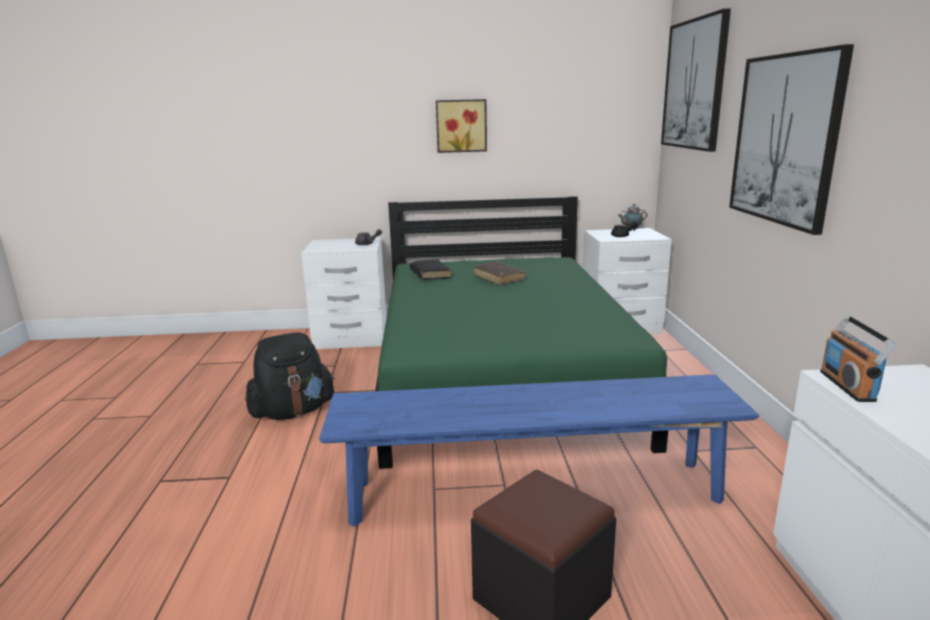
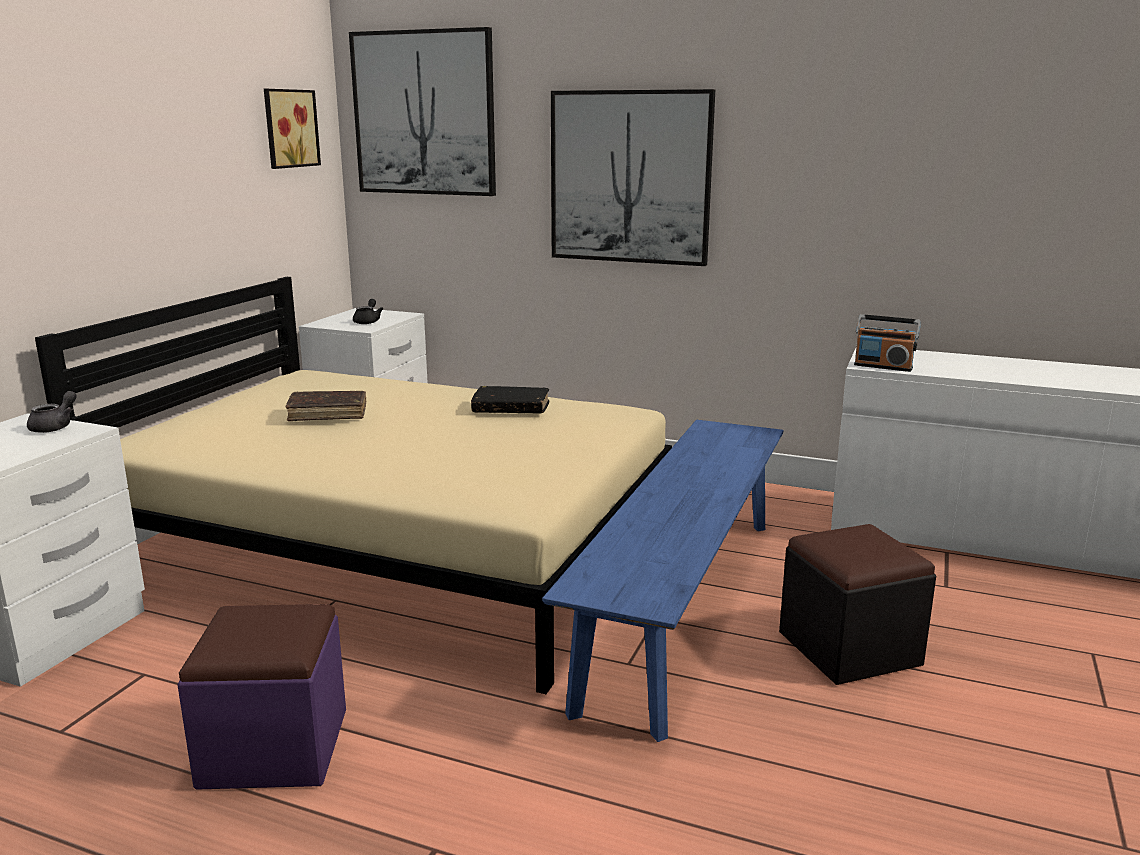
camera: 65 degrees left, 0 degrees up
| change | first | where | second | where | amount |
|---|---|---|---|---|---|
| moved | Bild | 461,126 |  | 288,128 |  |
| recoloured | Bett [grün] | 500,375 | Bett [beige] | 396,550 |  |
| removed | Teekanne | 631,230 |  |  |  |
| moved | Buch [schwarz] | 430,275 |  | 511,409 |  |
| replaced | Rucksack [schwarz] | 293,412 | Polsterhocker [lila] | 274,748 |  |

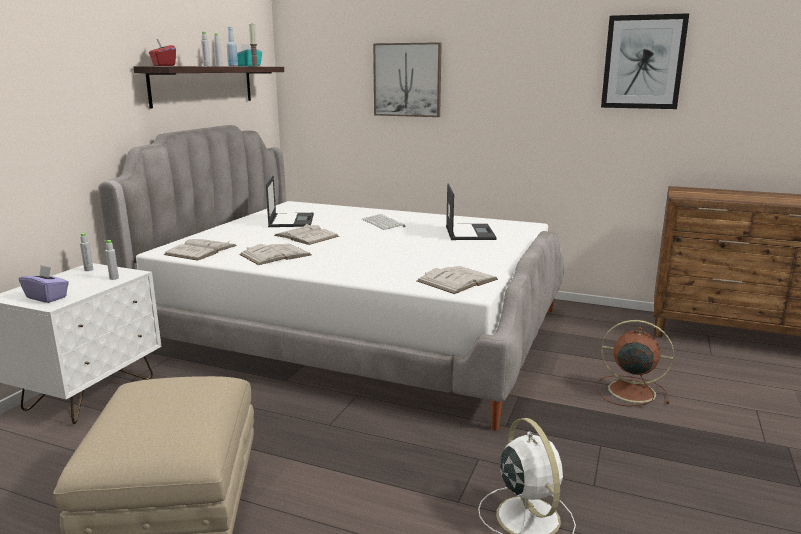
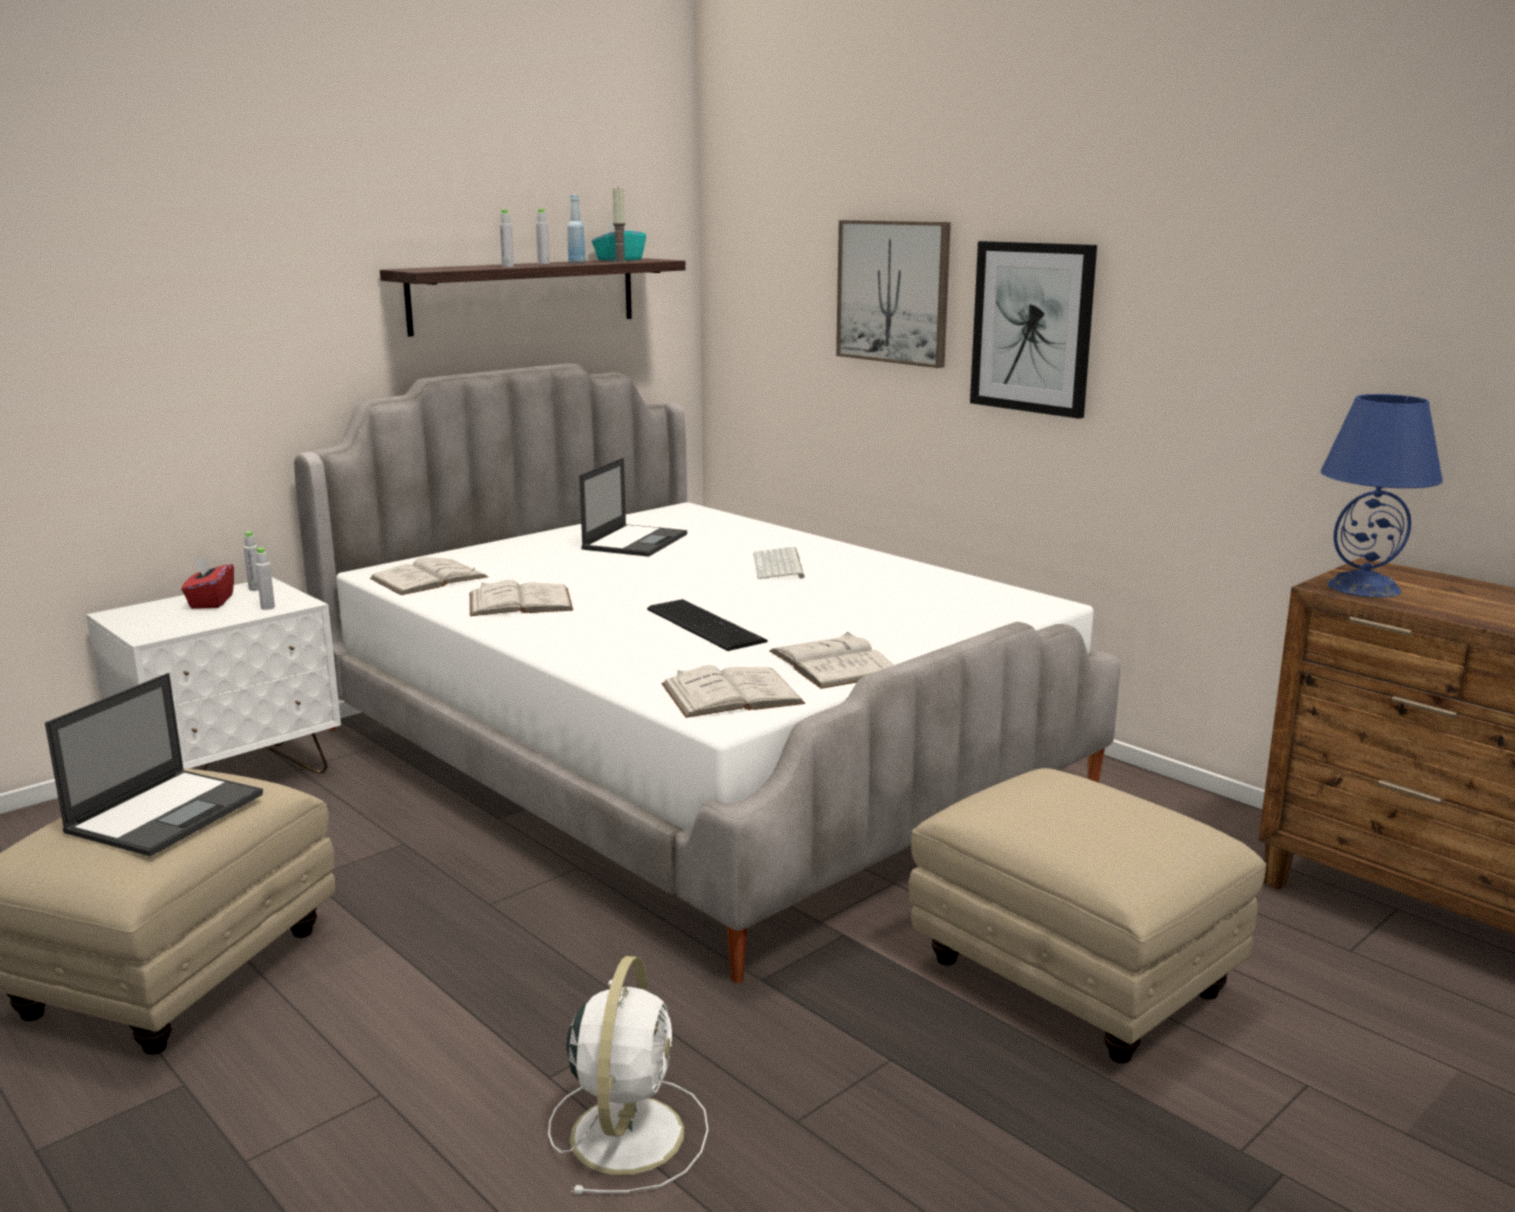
camera: 25 degrees right, 0 degrees up
| change | first | where | second | where | amount |
|---|---|---|---|---|---|
| moved | Bild | 643,62 |  | 1032,328 |  |
| moved | Taschentuchbox [rot] | 163,65 |  | 211,602 |  |
| moved | Laptop | 469,232 |  | 167,812 |  |
| moved | Buch [weiß] | 306,236 |  | 833,663 |  |
| removed | Taschentuchbox [lila] | 47,297 |  |  |  |
| replaced | Ventilator [braun] | 629,391 | Polsterhocker [beige] | 1070,978 |  |
| added |  |  | Tischlampe [blau] | 1363,587 |  |
| added |  |  | Tastatur | 706,624 |  |

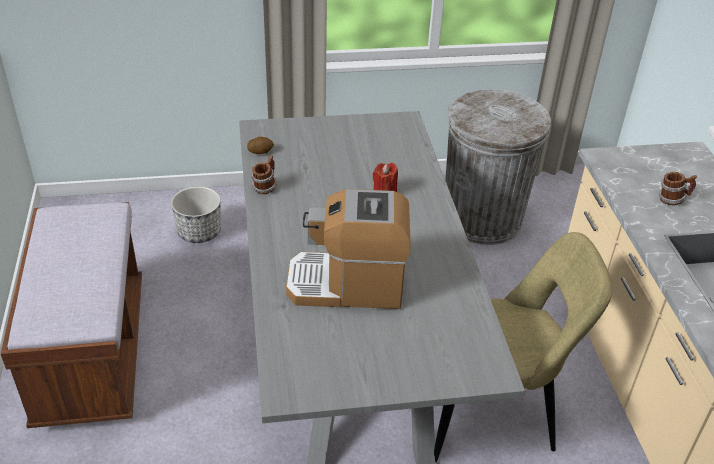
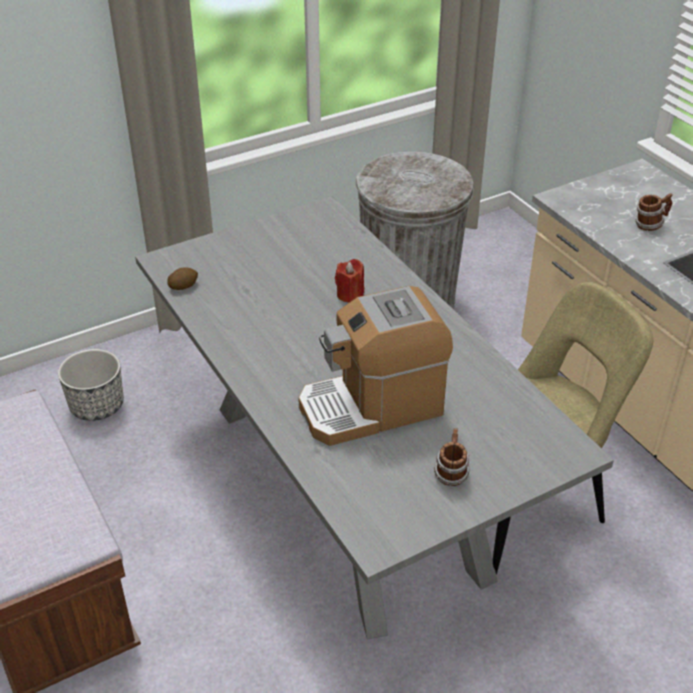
camera: 20 degrees left, 0 degrees up
| change | first | where | second | where | amount |
|---|---|---|---|---|---|
| moved | Henkelbecher | 265,187 |  | 450,473 |  |

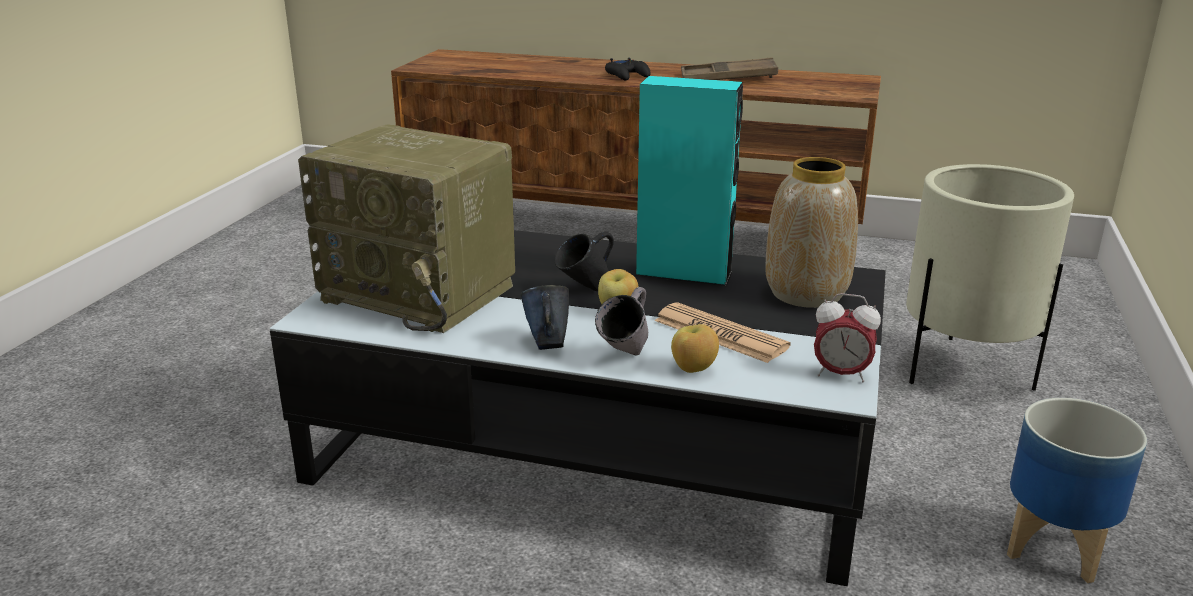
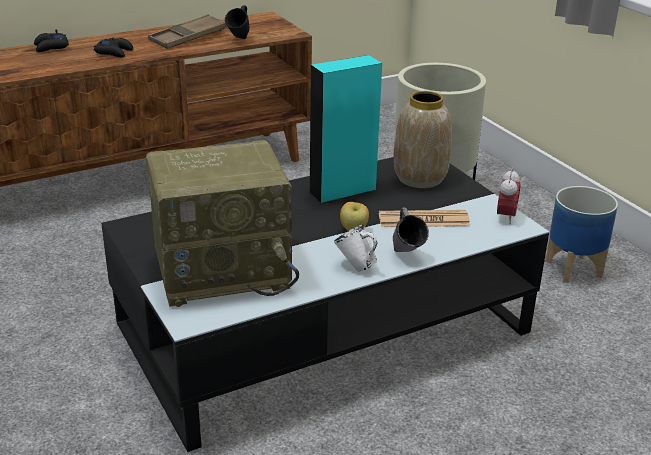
camera: 45 degrees left, 5 degrees up
| change | first | where | second | where | amount |
|---|---|---|---|---|---|
| moved | Henkelbecher [schwarz] | 585,290 |  | 239,40 |  |
| recoloured | Henkelbecher [blau] | 547,344 | Henkelbecher [weiß] | 356,267 |  |
| turned | Wecker | 841,374 |  | 505,217 | 45 degrees counterclockwise |
| removed | Apfel | 693,369 |  |  |  |
| added |  |  | Gamepad [schwarz] | 51,47 |  |

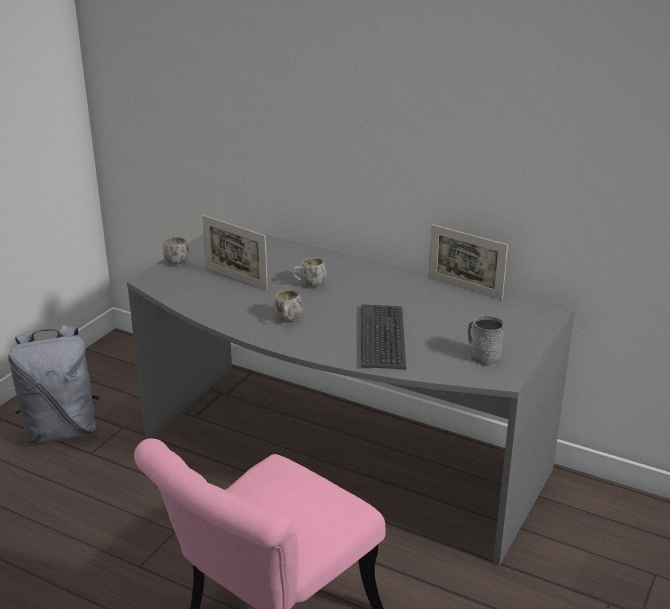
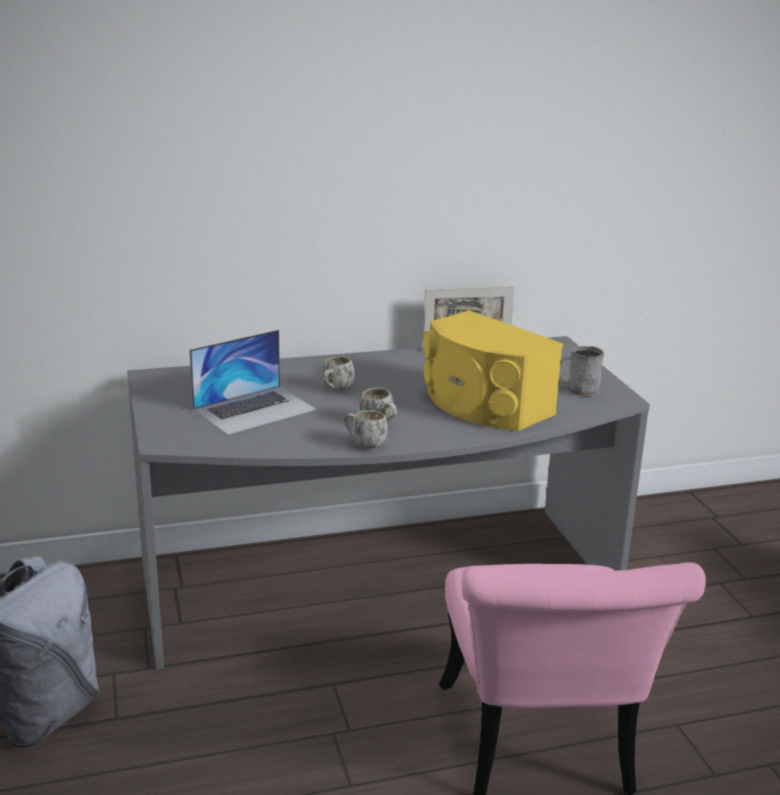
camera: 45 degrees left, 5 degrees down
| change | first | where | second | where | amount |
|---|---|---|---|---|---|
| replaced | Bilderrahmen | 236,278 | Laptop | 254,409 |  |
| moved | Henkelbecher [weiß] | 176,260 |  | 364,444 |  |
| replaced | Tastatur | 383,337 | Lautsprecher [gelb] | 483,405 |  |

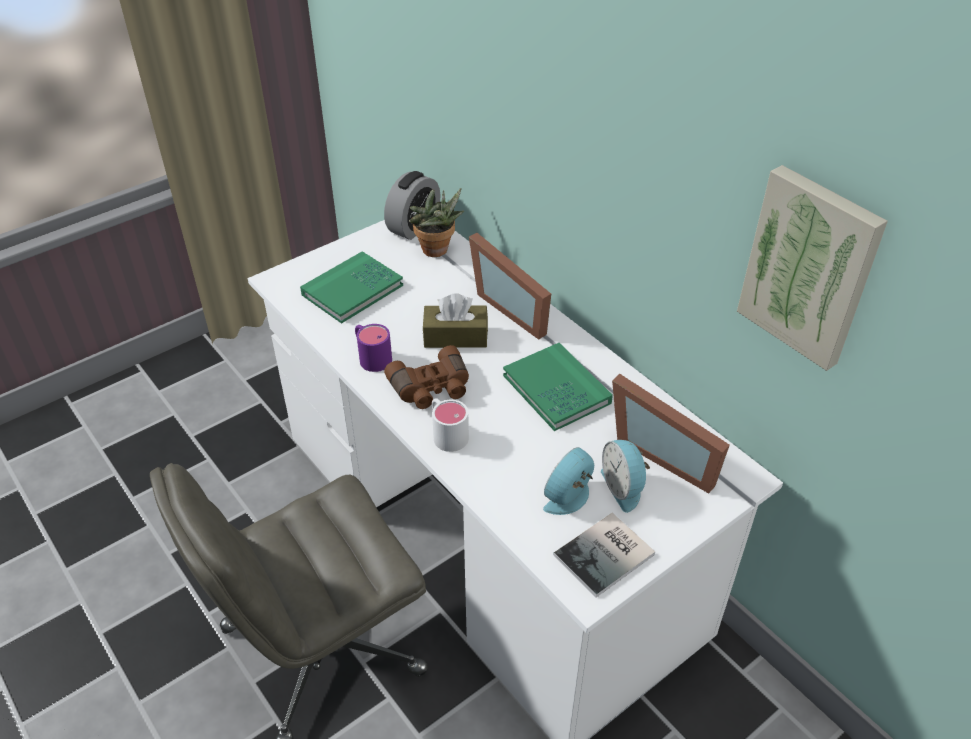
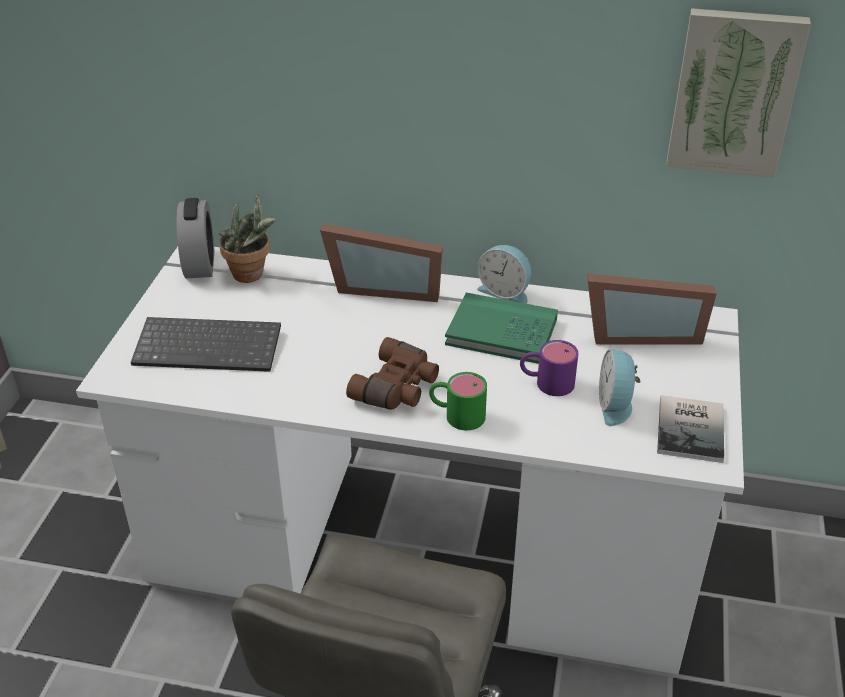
camera: 40 degrees left, 5 degrees down
| change | first | where | second | where | amount |
|---|---|---|---|---|---|
| replaced | Buch [grün] | 352,290 | Tastatur | 210,346 |  |
| removed | Taschentuchbox [braun] | 455,336 |  |  |  |
| moved | Henkelbecher [lila] | 371,356 |  | 546,382 |  |
| recoloured | Henkelbecher [weiß] | 446,433 | Henkelbecher [grün] | 456,414 |  |
| moved | Wecker | 623,487 |  | 505,292 |  |

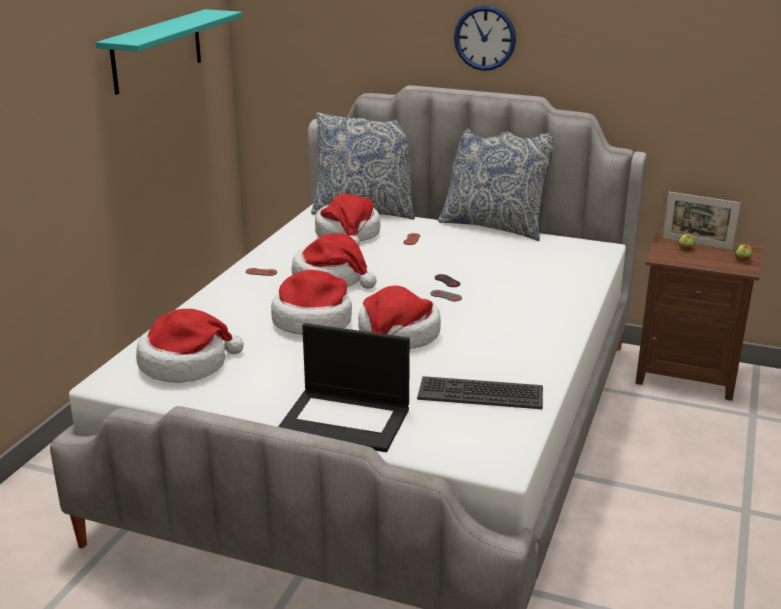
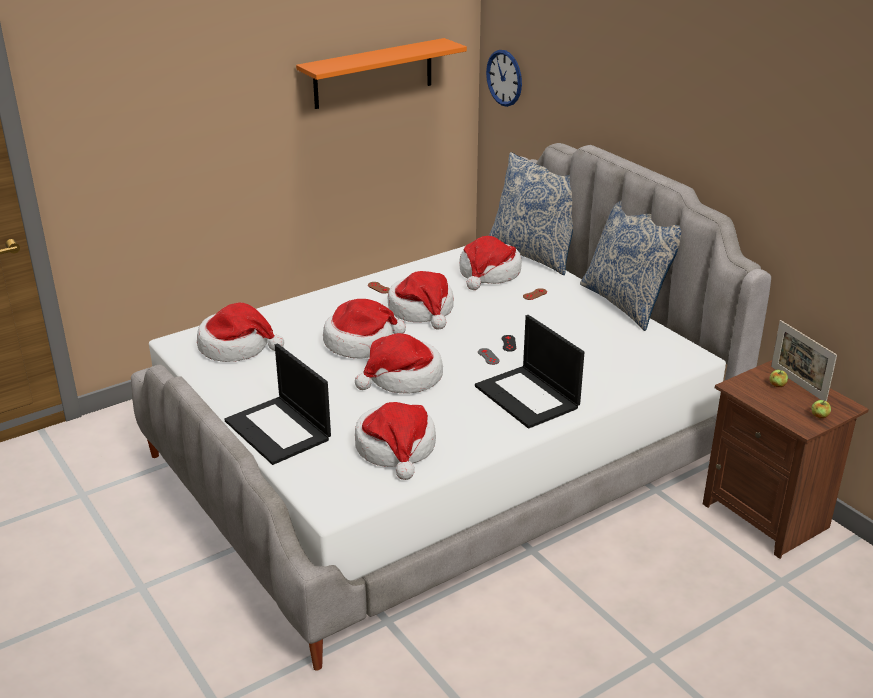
camera: 35 degrees right, 5 degrees up
| change | first | where | second | where | amount |
|---|---|---|---|---|---|
| moved | Wanduhr | 485,38 |  | 504,78 |  |
| recoloured | Wandregal [türkis] | 157,51 | Wandregal [orange] | 373,73 |  |
| replaced | Tastatur | 480,393 | Hut | 396,448 |  |
| added |  |  | Laptop | 528,397 |  |

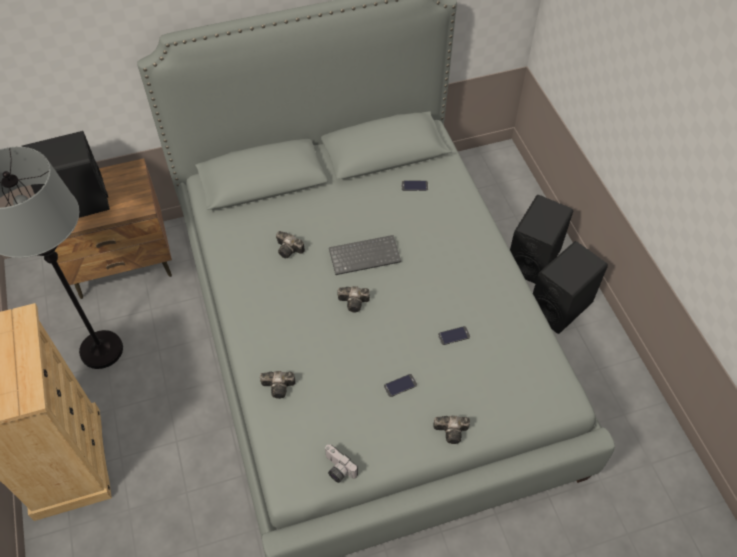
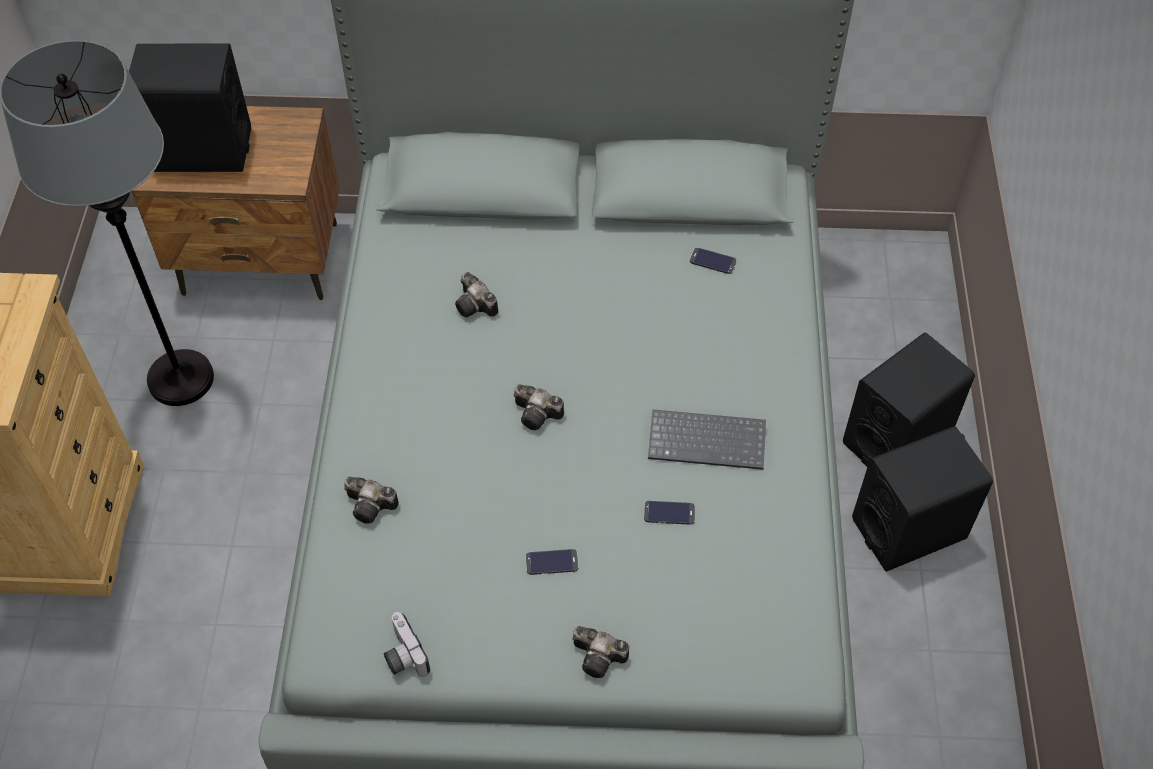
camera: 20 degrees right, 0 degrees up
| change | first | where | second | where | amount |
|---|---|---|---|---|---|
| moved | Tastatur | 365,255 |  | 708,439 |  |

